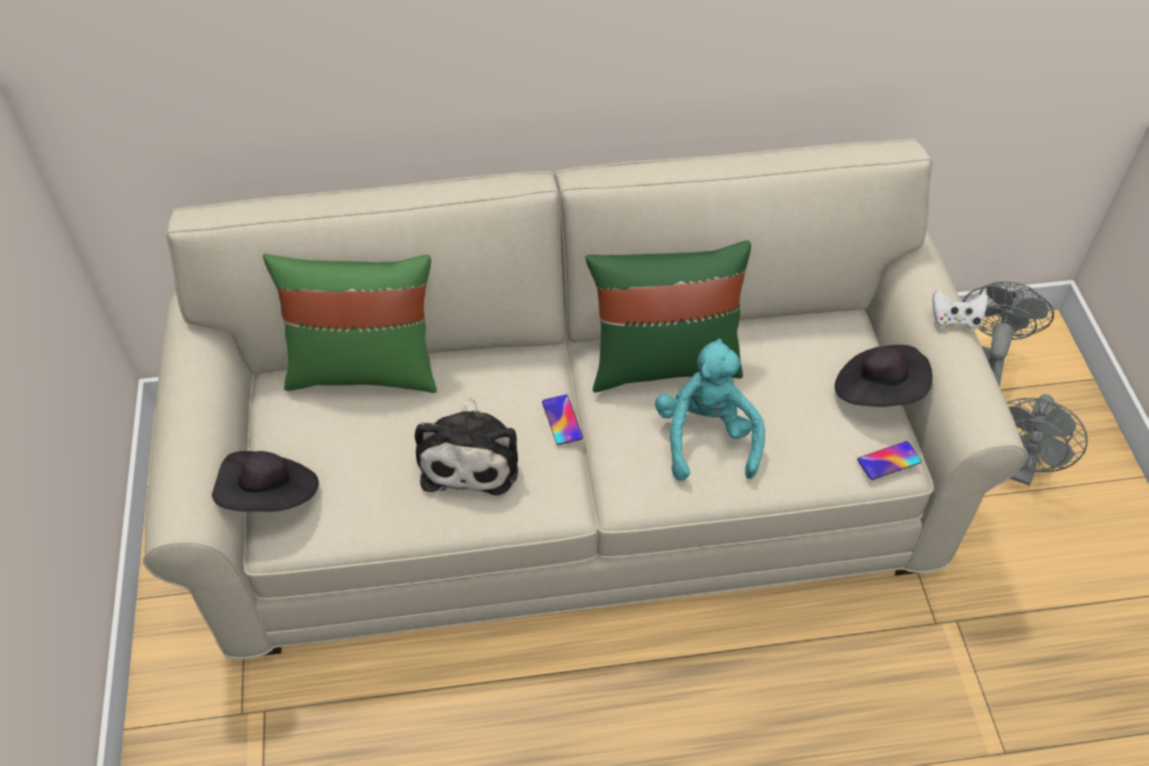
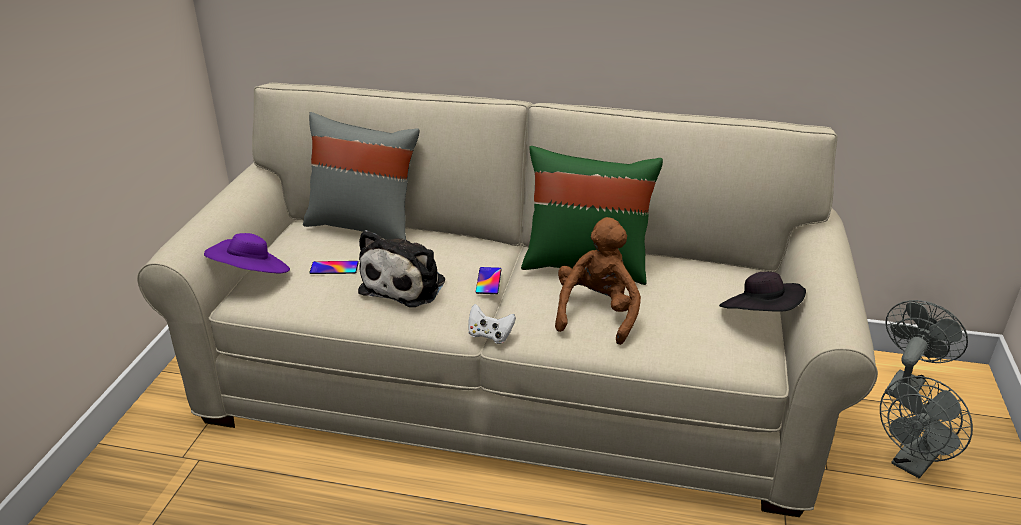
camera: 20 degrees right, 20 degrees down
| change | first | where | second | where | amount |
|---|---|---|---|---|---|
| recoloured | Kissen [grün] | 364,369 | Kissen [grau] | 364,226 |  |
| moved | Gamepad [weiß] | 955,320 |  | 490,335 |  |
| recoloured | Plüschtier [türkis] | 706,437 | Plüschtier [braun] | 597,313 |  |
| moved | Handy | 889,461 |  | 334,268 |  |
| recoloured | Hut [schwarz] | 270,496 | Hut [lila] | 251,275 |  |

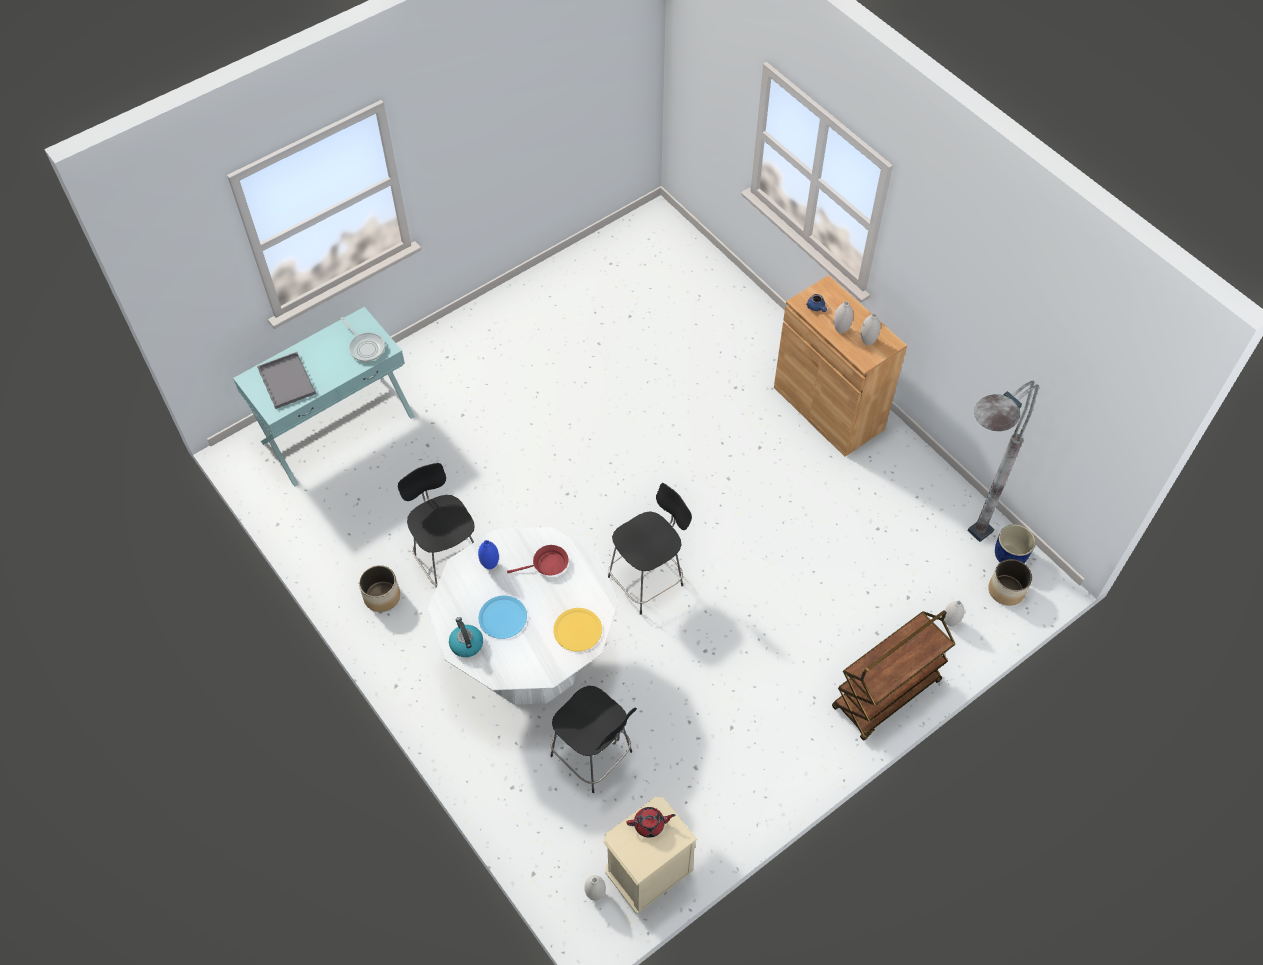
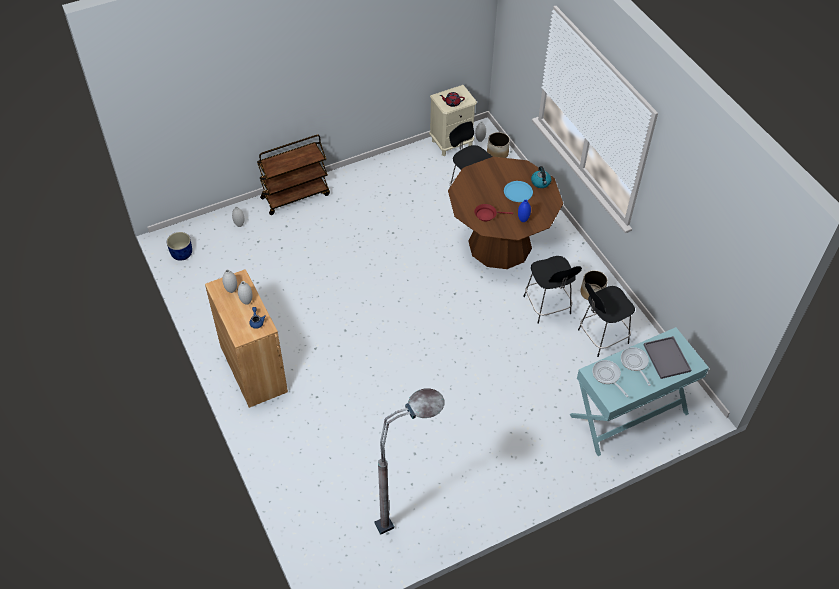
camera: 170 degrees left, 5 degrees down
| change | first | where | second | where | amount |
|---|---|---|---|---|---|
| moved | Stehlampe [grau] | 952,551 |  | 412,513 |  |
| moved | Hocker [schwarz] | 647,579 |  | 601,337 |  |
| recoloured | Esstisch [weiß] | 530,658 | Esstisch [braun] | 500,244 |  |
| moved | Pflanzkübel | 1006,590 |  | 497,153 |  |
| removed | Teller [gelb] | 577,630 |  |  |  |
| added |  |  | Pfanne | 635,363 |  |

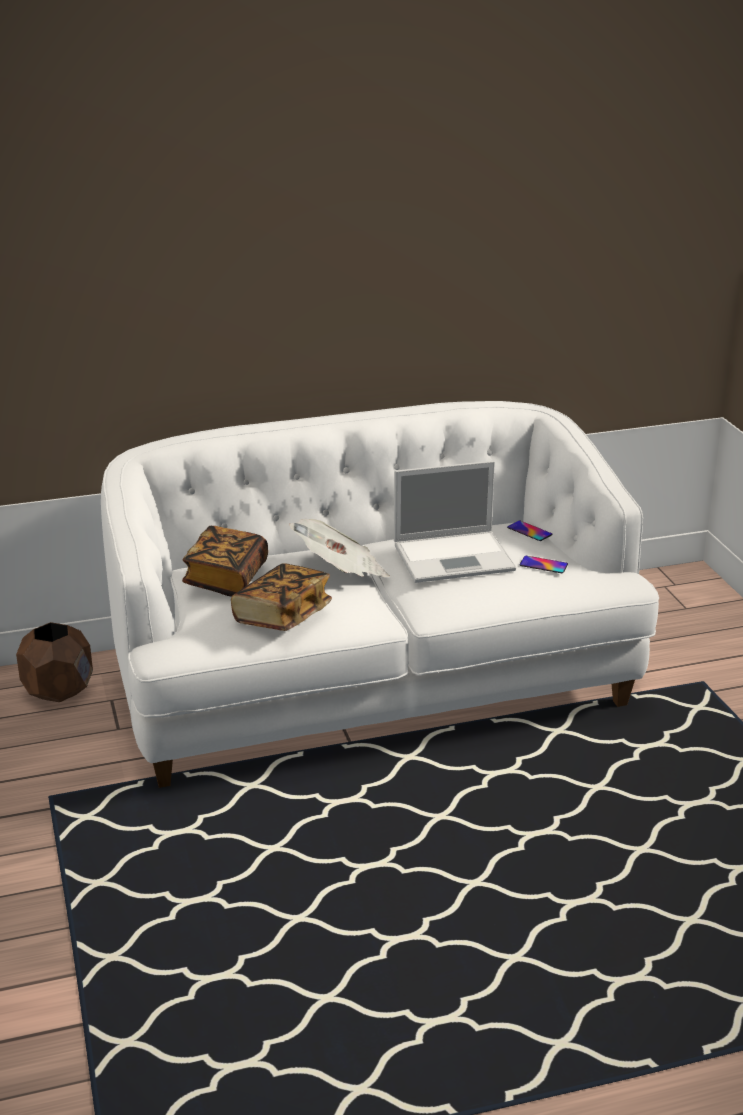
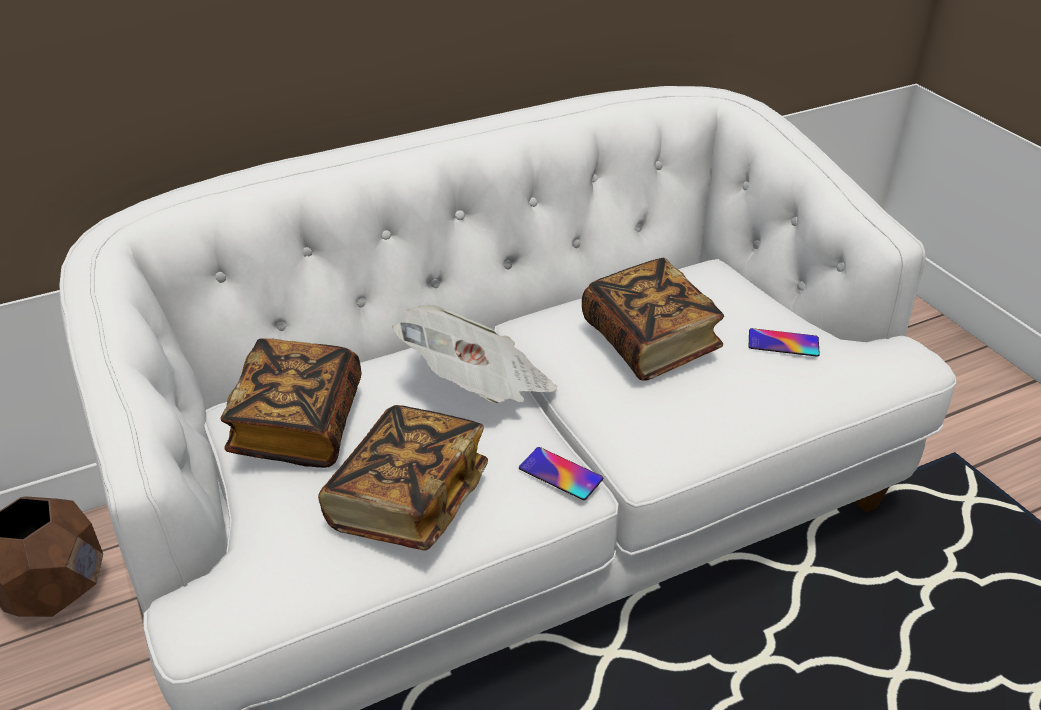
camera: 10 degrees left, 10 degrees up
| change | first | where | second | where | amount |
|---|---|---|---|---|---|
| replaced | Laptop | 455,557 | Buch | 649,342 |  |
| moved | Handy | 529,531 |  | 560,474 |  |

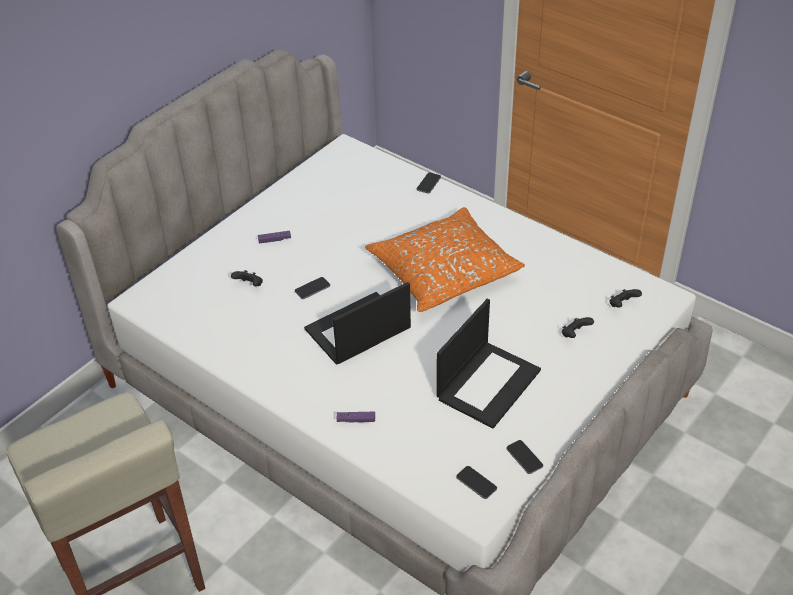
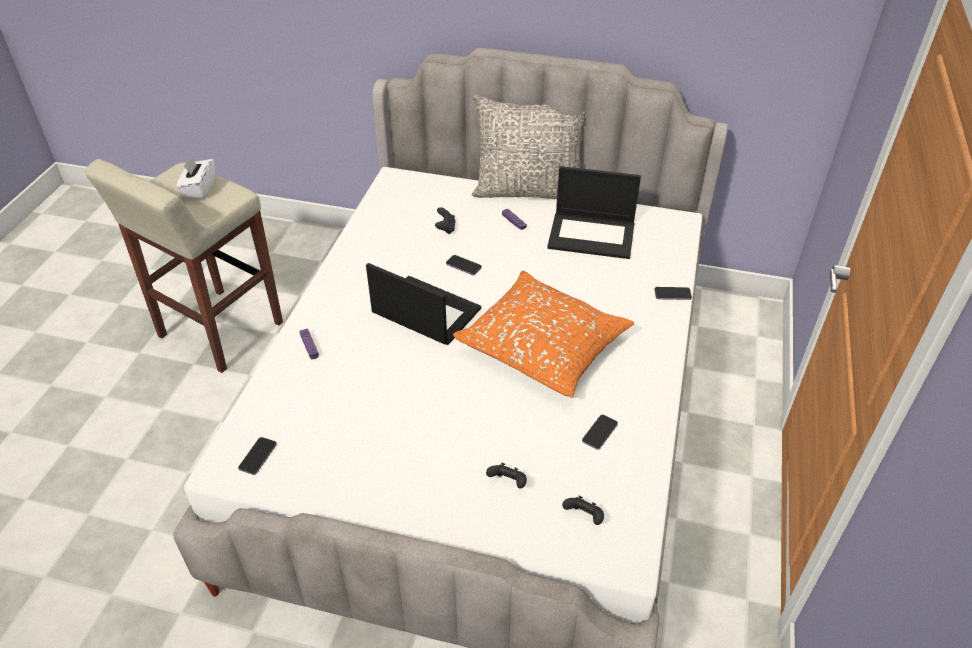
camera: 65 degrees right, 0 degrees up
| change | first | where | second | where | amount |
|---|---|---|---|---|---|
| moved | Laptop | 488,383 |  | 592,235 |  |
| moved | Handy | 524,458 |  | 599,433 |  |
| added |  |  | Kissen [grau] | 528,190 |  |
| added |  |  | Taschentuchbox [weiß] | 199,189 |  |

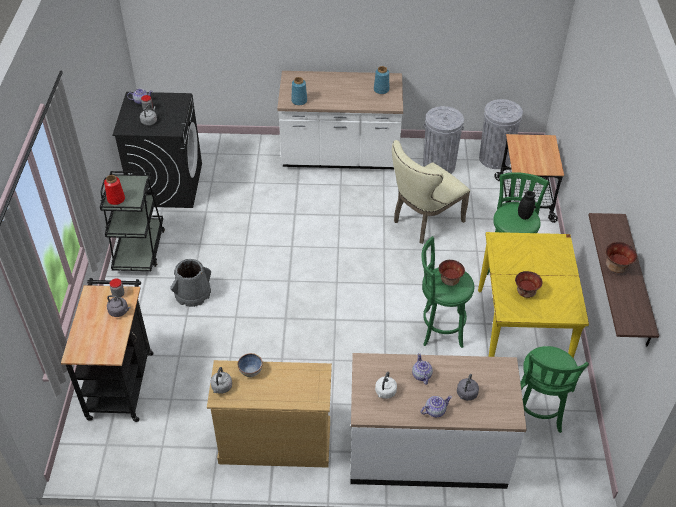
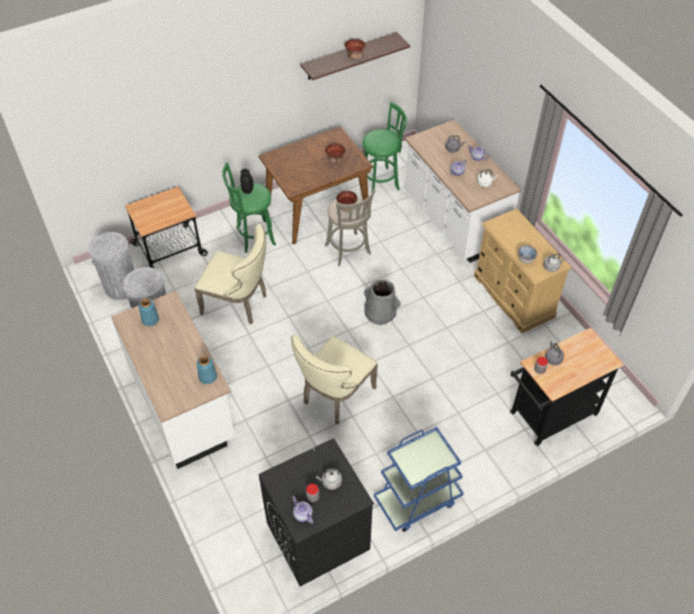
camera: 120 degrees left, 5 degrees up
| change | first | where | second | where | amount |
|---|---|---|---|---|---|
| recoloured | Rollwagen [schwarz] | 139,249 | Rollwagen [blau] | 417,500 |  |
| removed | Vase [rot] | 116,199 |  |  |  |
| recoloured | Esstisch [gelb] | 520,330 | Esstisch [braun] | 316,209 |  |
| recoloured | Hocker [grün] | 439,329 | Hocker [grau] | 348,251 |  |
| moved | Eimer [grau] | 192,293 |  | 380,312 |  |
| added |  |  | Stuhl [beige] | 335,397 |  |

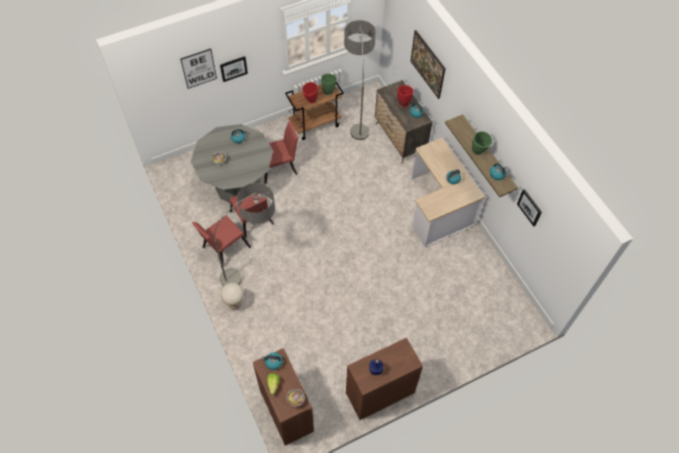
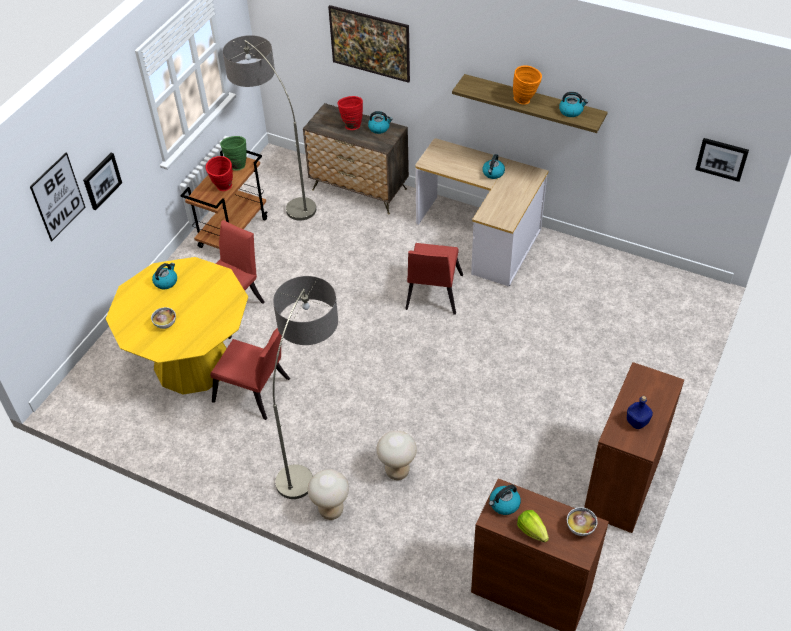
camera: 35 degrees left, 10 degrees down
| change | first | where | second | where | amount |
|---|---|---|---|---|---|
| recoloured | Esstisch [grau] | 238,185 | Esstisch [gelb] | 193,363 |  |
| recoloured | Vase [grün] | 479,152 | Vase [orange] | 526,100 |  |
| moved | Bild | 530,207 |  | 722,159 |  |
| moved | Stuhl [rot] | 223,248 |  | 432,295 |  |
| added |  |  | Hocker [beige] | 397,471 |  |

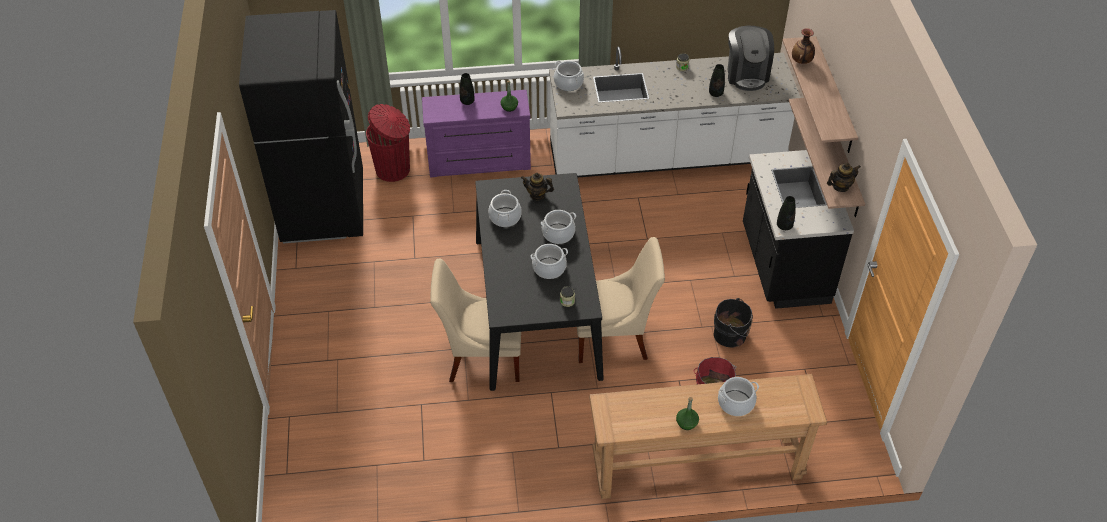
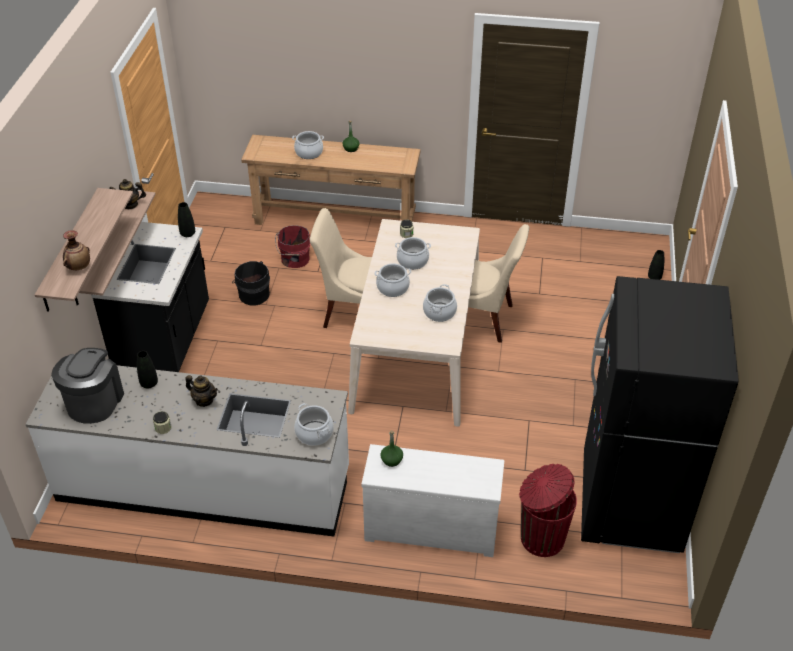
camera: 165 degrees left, 5 degrees down
| change | first | where | second | where | amount |
|---|---|---|---|---|---|
| moved | Vase [schwarz] | 467,101 |  | 654,277 |  |
| recoloured | Kommode [lila] | 479,162 | Kommode [weiß] | 431,526 |  |
| recoloured | Esstisch [schwarz] | 536,307 | Esstisch [beige] | 417,349 |  |
| moved | Teekanne | 537,195 |  | 204,400 |  |

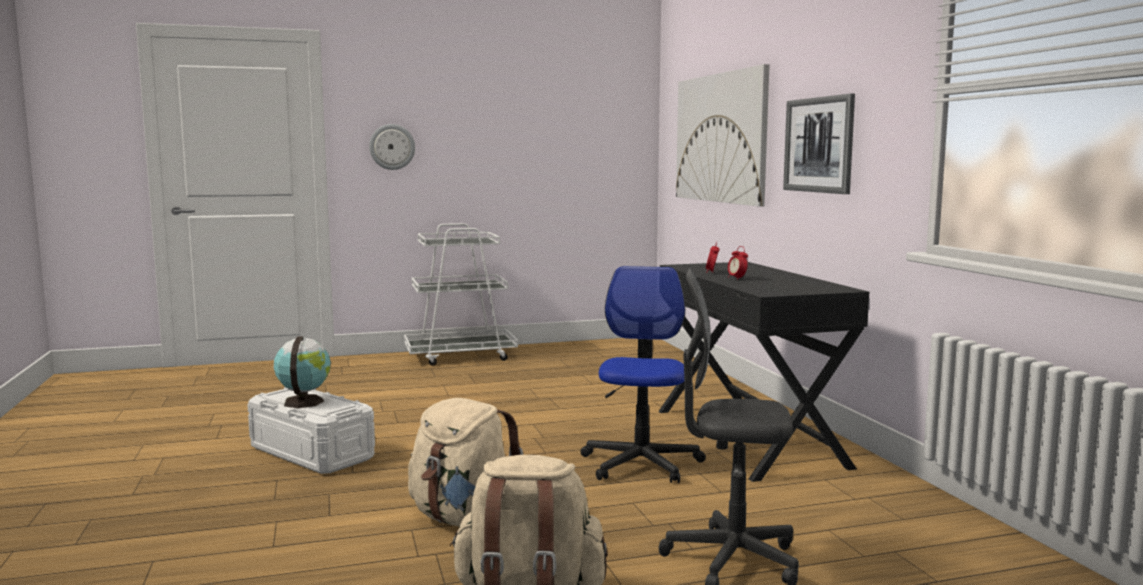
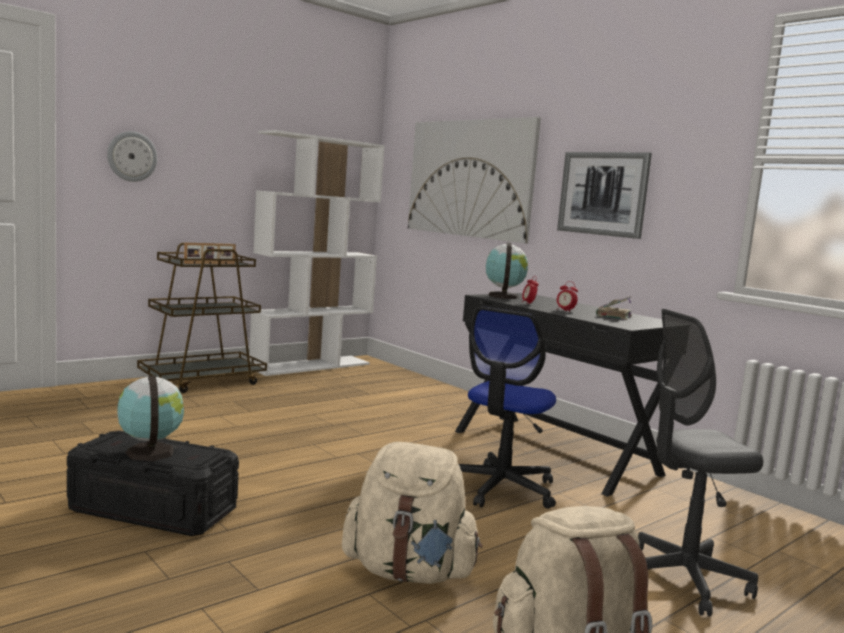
camera: 25 degrees left, 0 degrees up
| change | first | where | second | where | amount |
|---|---|---|---|---|---|
| recoloured | Rollwagen [weiß] | 461,356 | Rollwagen [braun] | 203,381 |  |
| turned | Bürostuhl | 641,463 |  | 500,487 | 135 degrees counterclockwise |
| recoloured | Aufbewahrungsbox [weiß] | 312,452 | Aufbewahrungsbox [schwarz] | 153,510 |  |
| added |  |  | Bücherregal [weiß] | 311,366 |  |
| added |  |  | Bilderrahmen | 210,264 |  |
| added |  |  | Globus | 503,296 |  |
| added |  |  | Buch | 613,316 |  |

